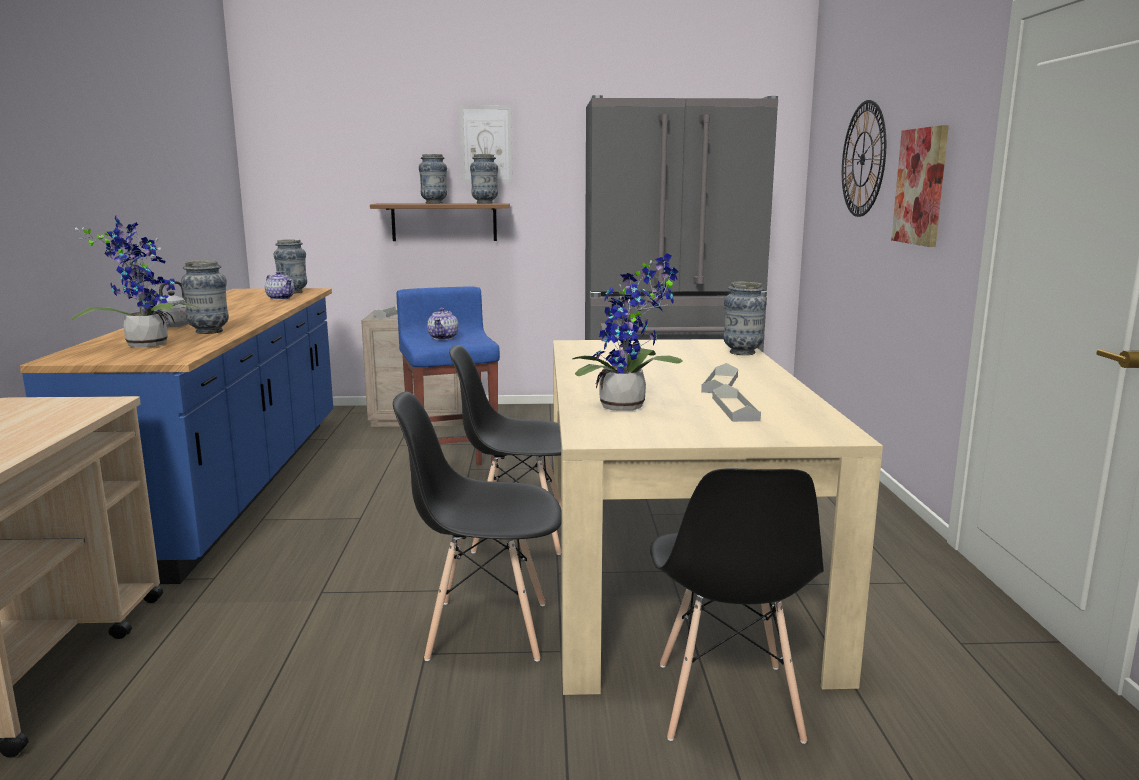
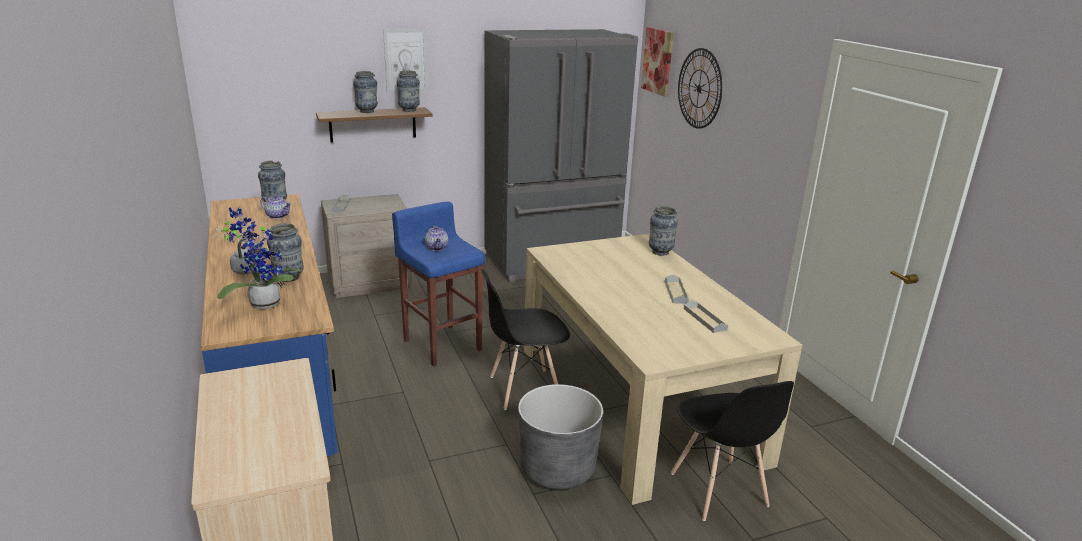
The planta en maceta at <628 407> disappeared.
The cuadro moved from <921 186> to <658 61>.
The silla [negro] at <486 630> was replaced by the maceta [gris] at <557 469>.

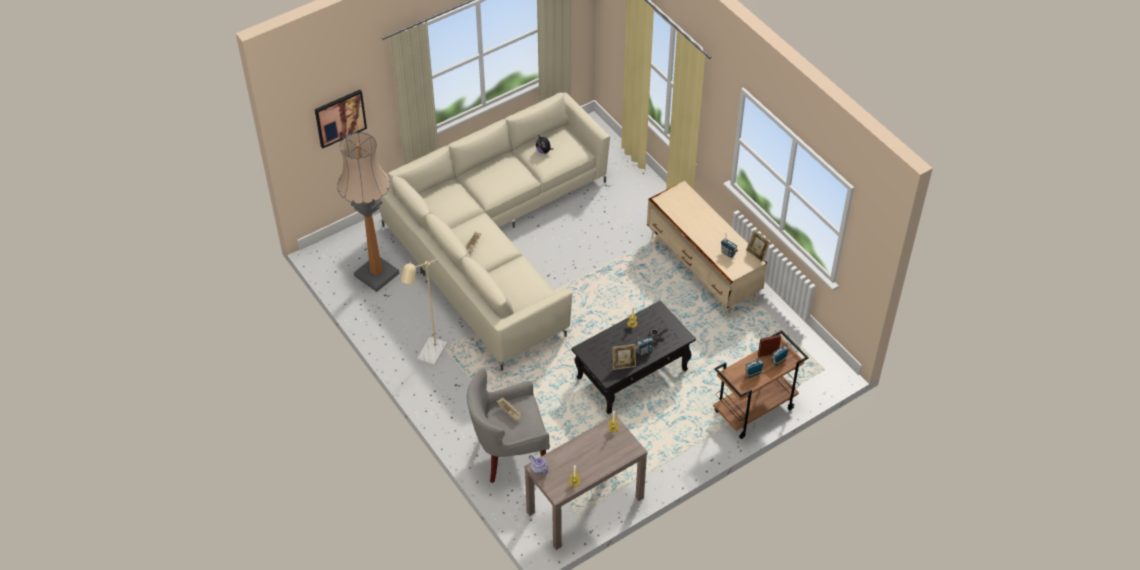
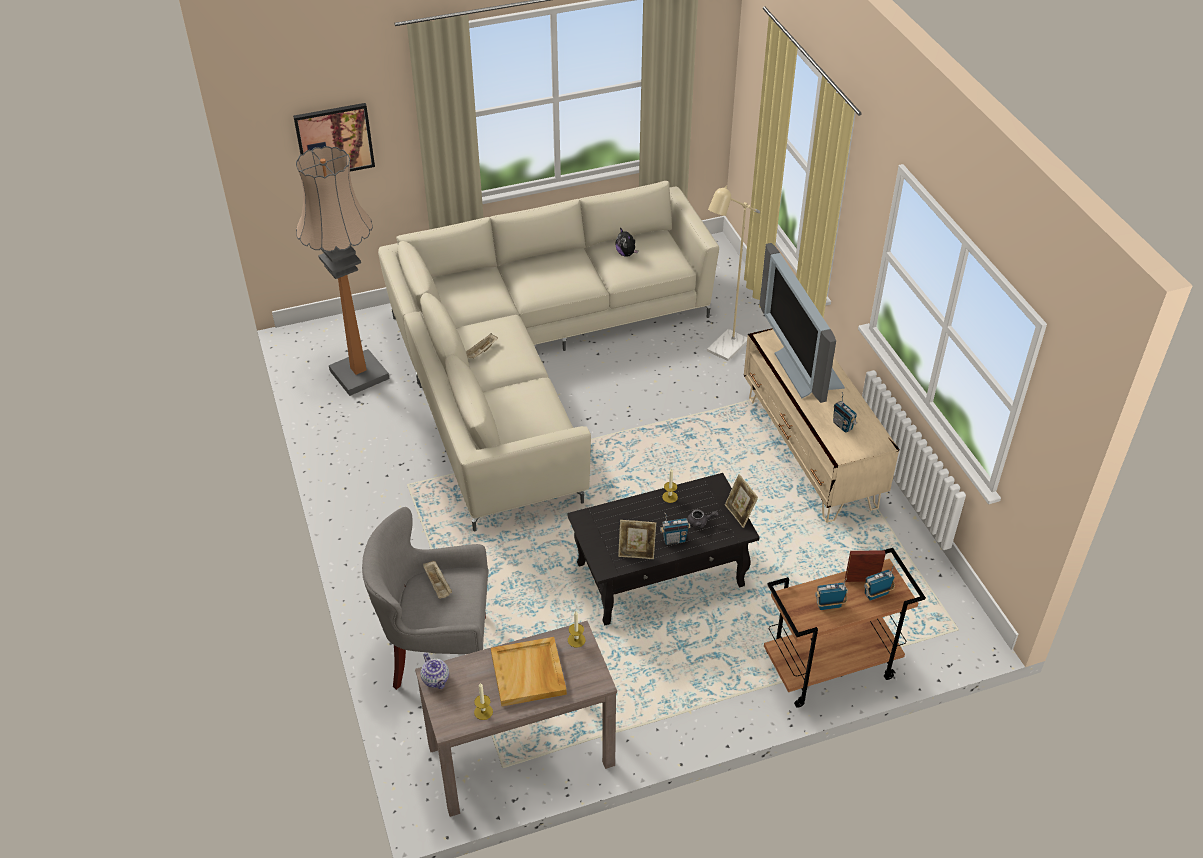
The bandeja [beis] at <529 674> appeared.
The televisor at <804 372> appeared.
The lámpara de pie [beis] moved from <429 356> to <723 350>.
The portarretratos moved from <756 254> to <739 514>.

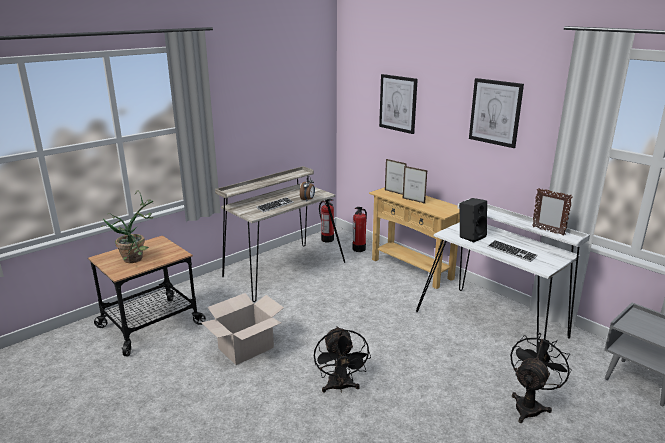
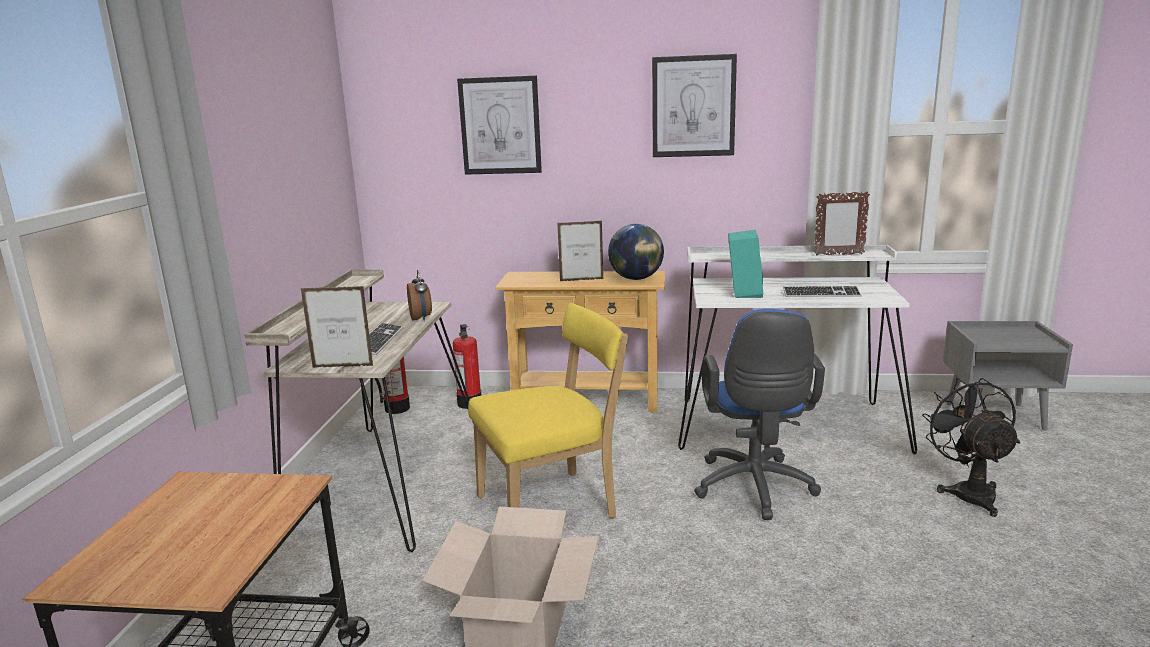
The planta en maceta at <138 259> disappeared.
The ventilador [negro] at <340 387> disappeared.
The silla [amarillo] at <552 506> appeared.
The globo terráqueo at <636 279> appeared.
The silla de oficina [azul] at <754 489> appeared.
The portarretratos moved from <394 192> to <343 366>.
The altavoz [negro] at <471 236> became the altavoz [turquesa] at <743 293>.

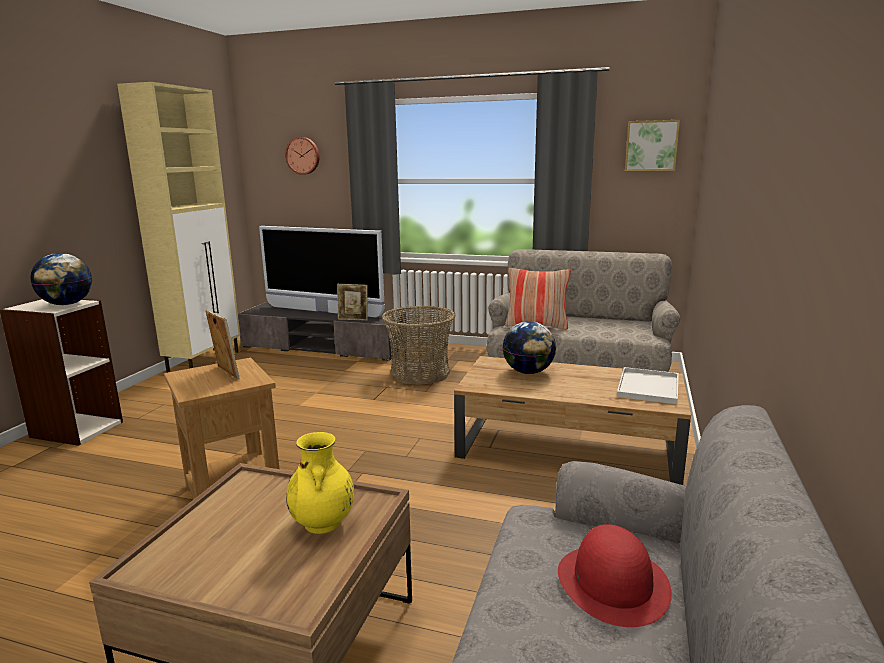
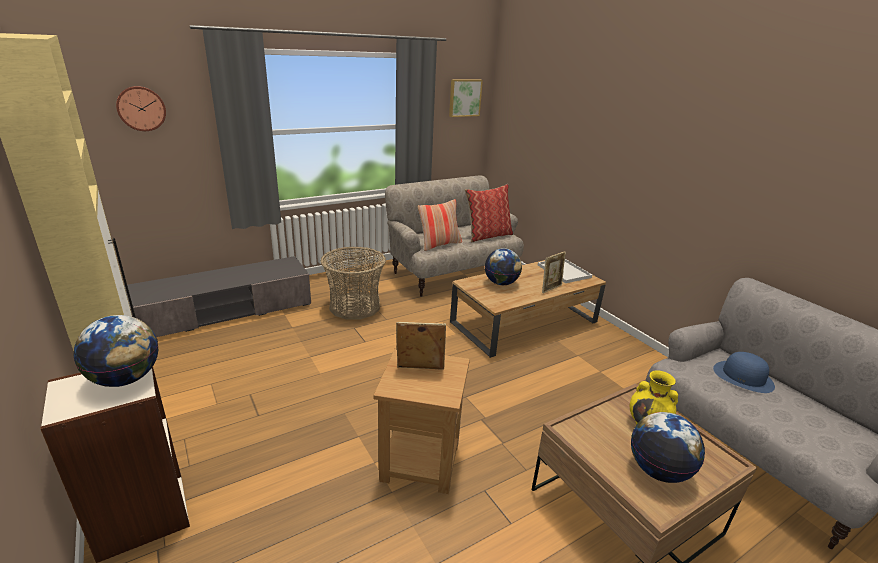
The televisor at <323 311> disappeared.
The cojín at <487 235> appeared.
The globo terráqueo at <658 470> appeared.
The portarretratos moved from <353 319> to <551 288>.
The sombrero [rojo] at <613 583> became the sombrero [azul] at <743 377>.

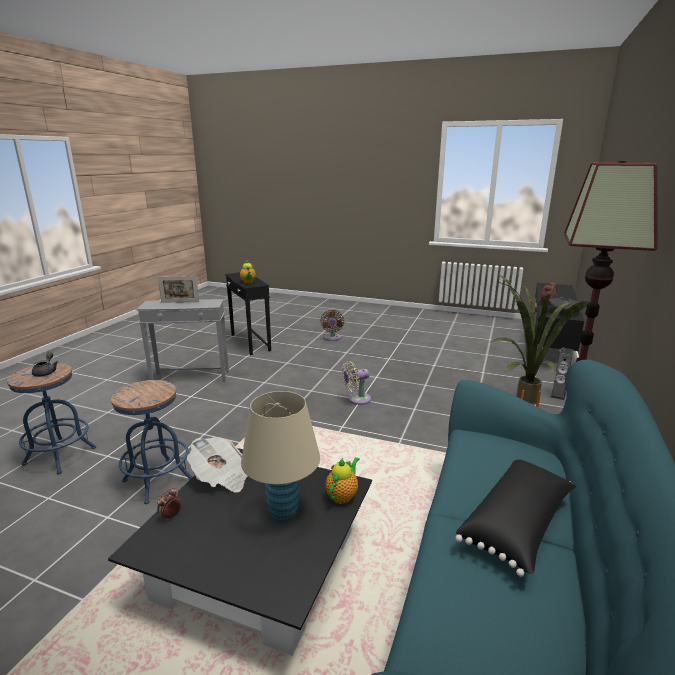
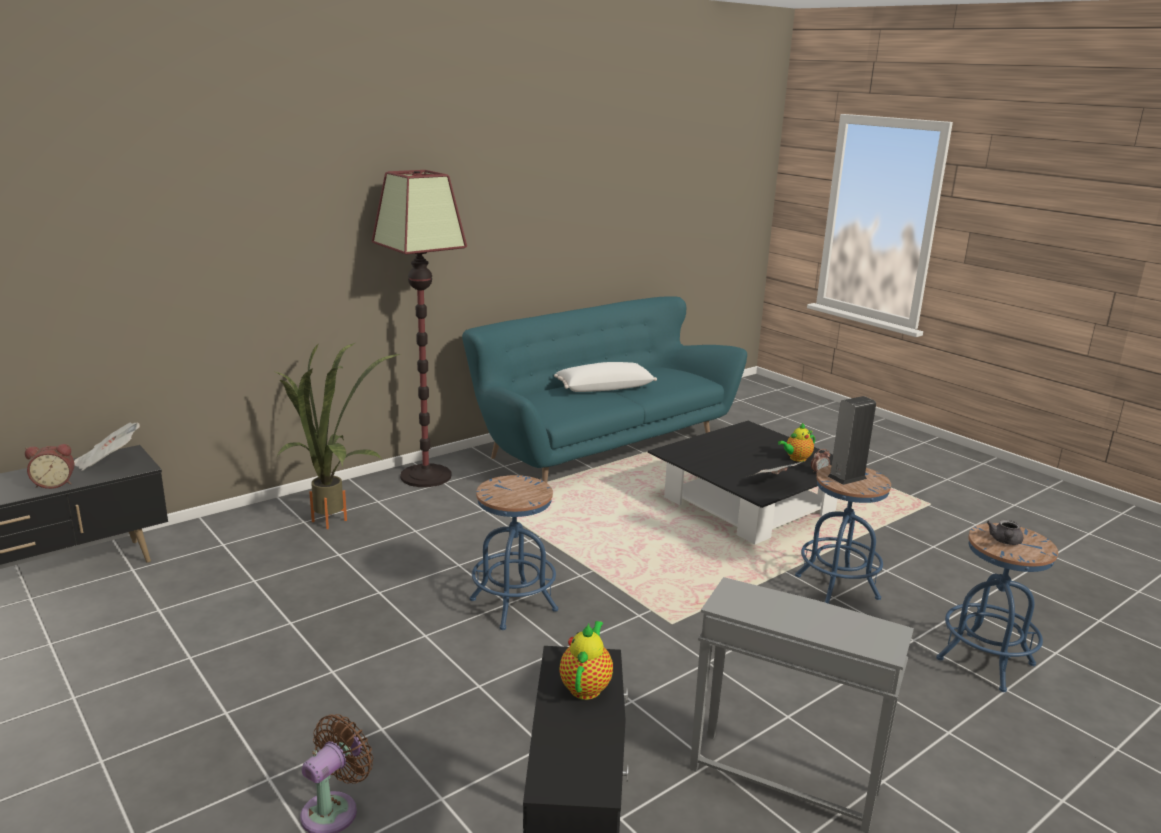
The portarretratos at <180 302> disappeared.
The lámpara de mesa [beis] at <283 512> disappeared.
The tetera moved from <343 495> to <796 458>.
The altavoz moved from <558 394> to <847 477>.
The ventilador [beis] at <357 399> was replaced by the taburete [azul] at <513 605>.
The cojín [negro] at <518 525> became the cojín [blanco] at <604 388>.

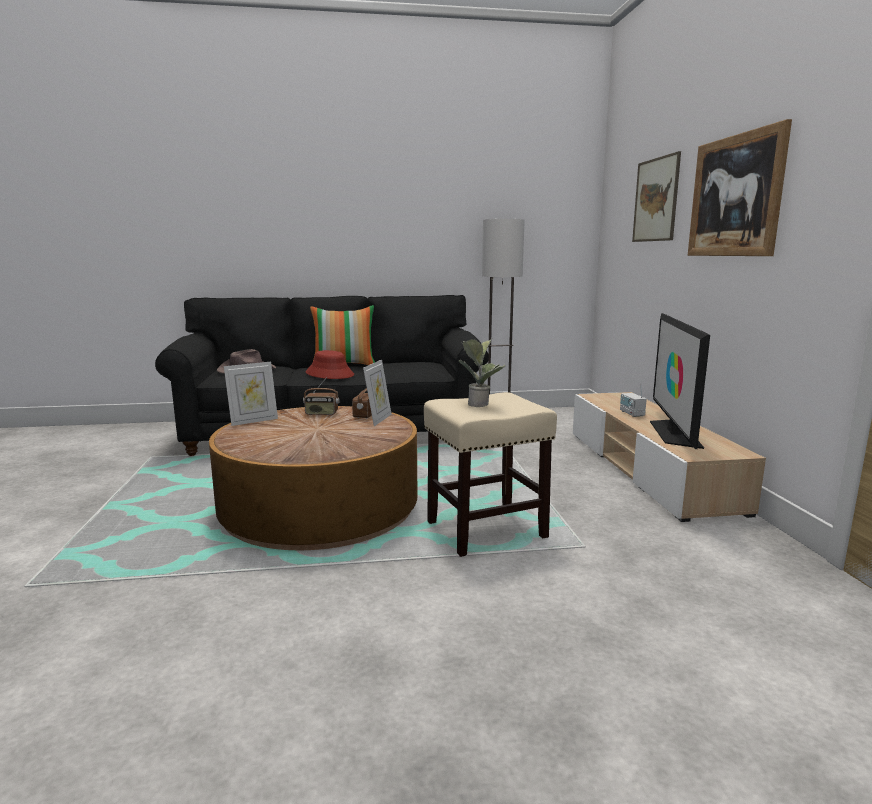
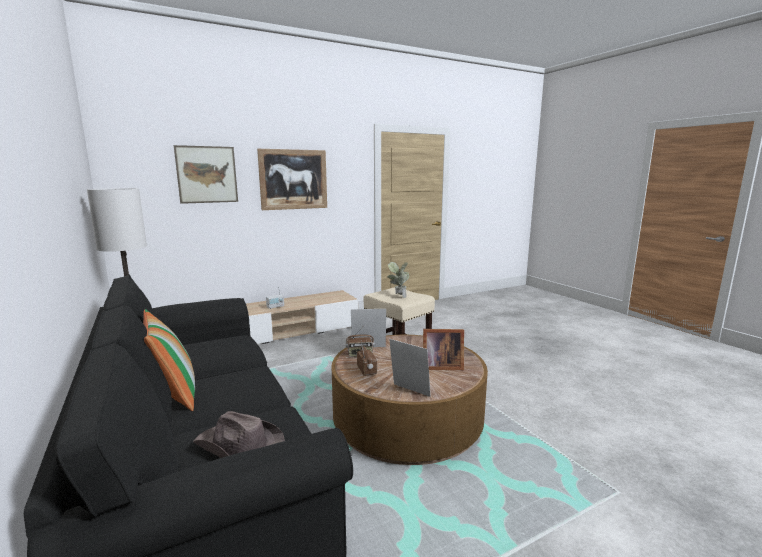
The sombrero [rojo] at <330 374> disappeared.
The televisor at <673 433> disappeared.
The portarretratos at <440 366> appeared.

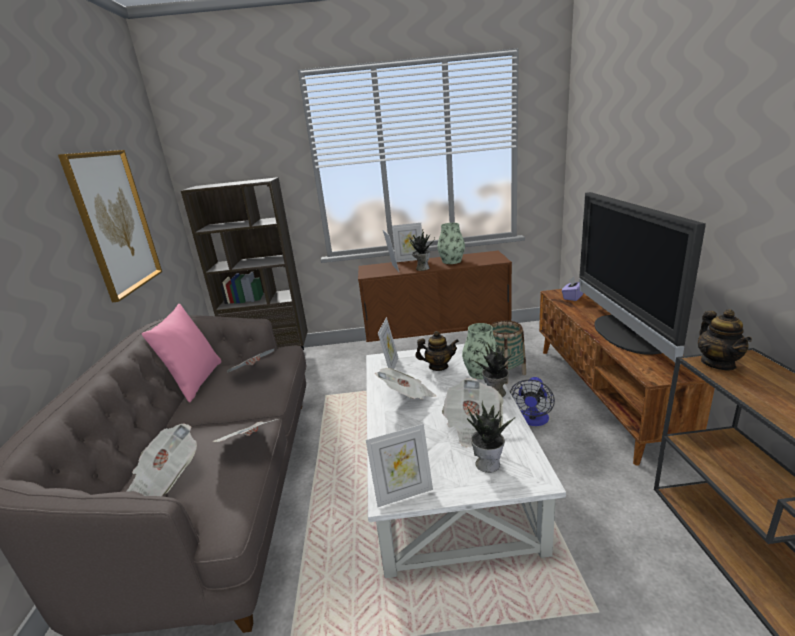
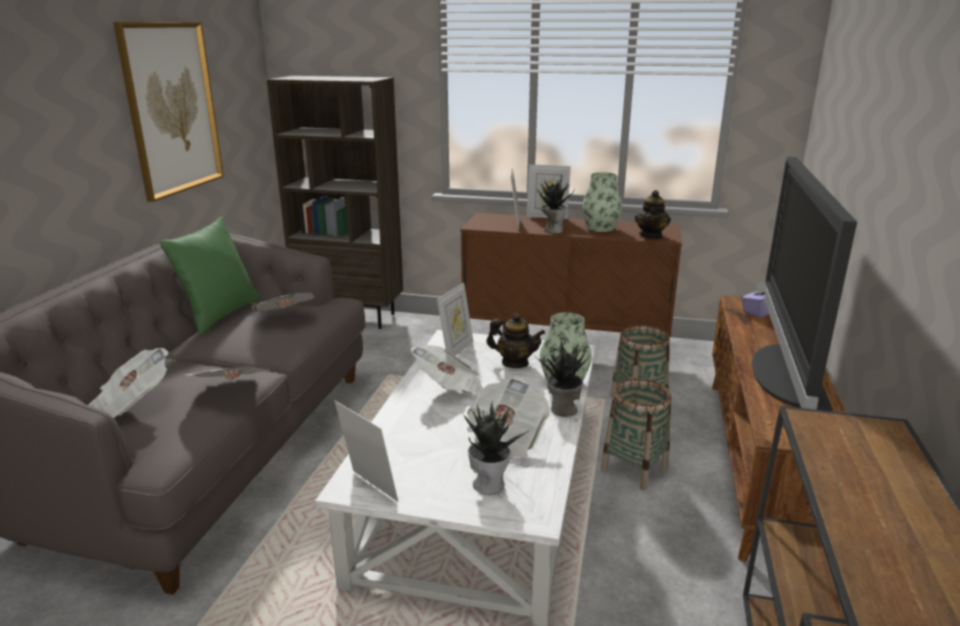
The tetera moved from <718 363> to <651 235>.
The ventilador at <532 420> was replaced by the cesta at <634 469>.
The cojín [rosa] at <195 382> became the cojín [verde] at <220 315>.
The portarretratos at <403 494> turned 135 degrees counterclockwise.

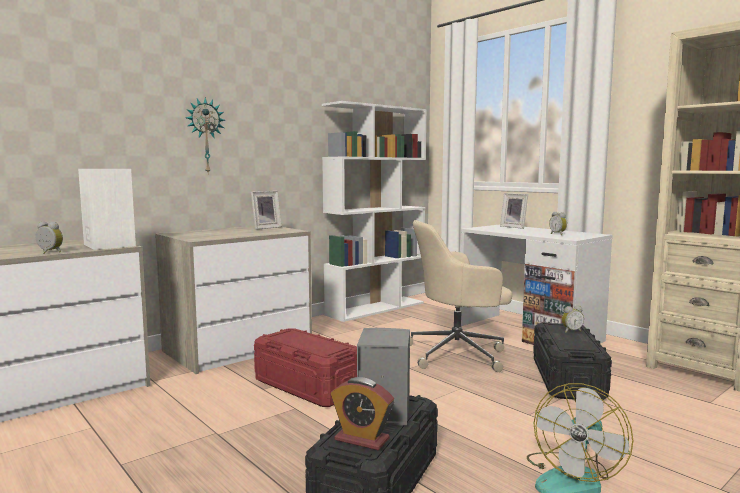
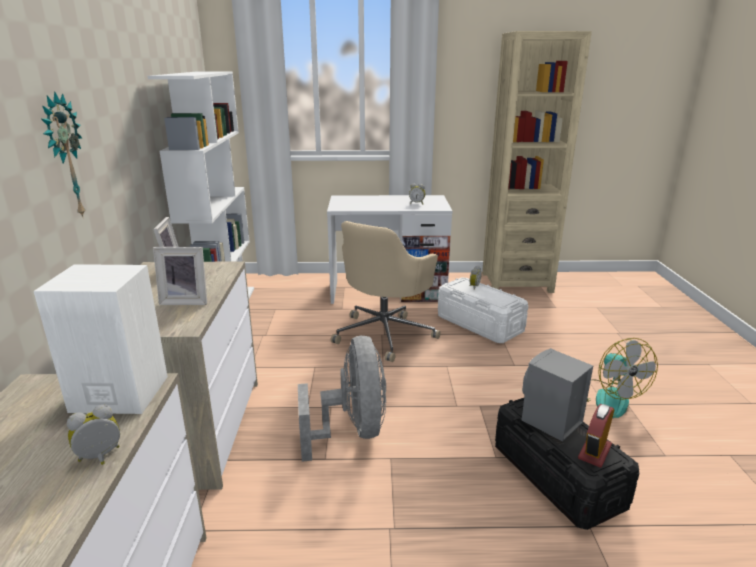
The portarretratos moved from <514 227> to <186 300>.
The caja de almacenaje [rojo] at <307 386> was replaced by the ventilador [gris] at <352 431>.
The caja de almacenaje [negro] at <567 379> became the caja de almacenaje [blanco] at <479 324>.
The despertador at <362 439> turned 150 degrees clockwise.

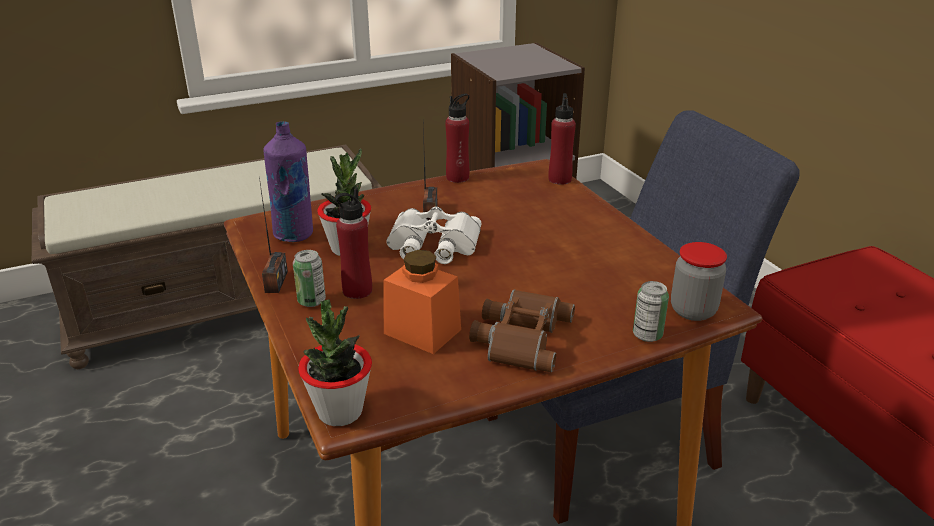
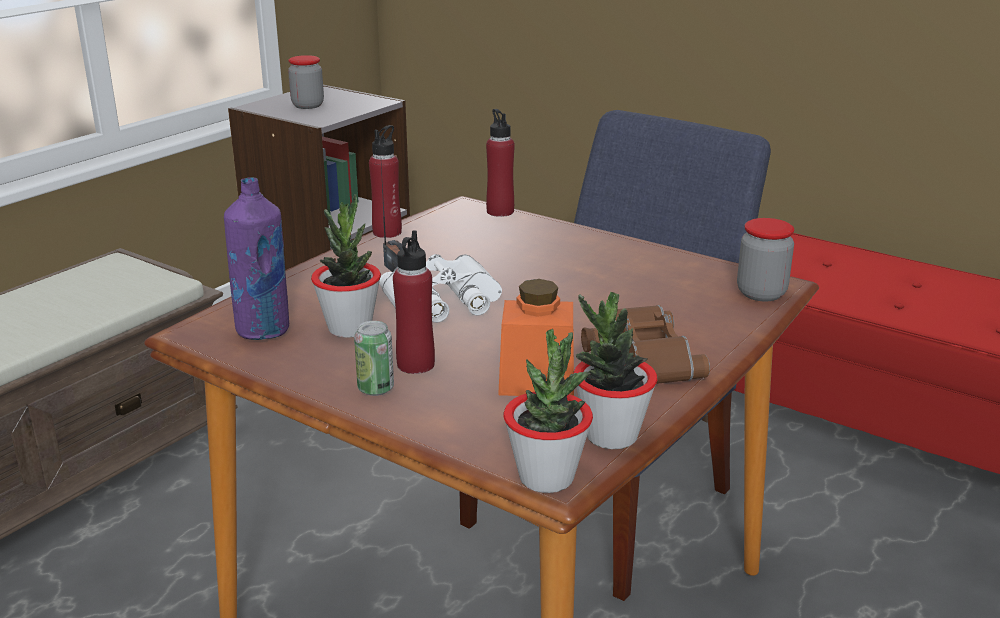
The radio at <276 282> disappeared.
The lata at <647 335> disappeared.
The tarro at <308 105> appeared.
The planta en maceta at <611 436> appeared.

